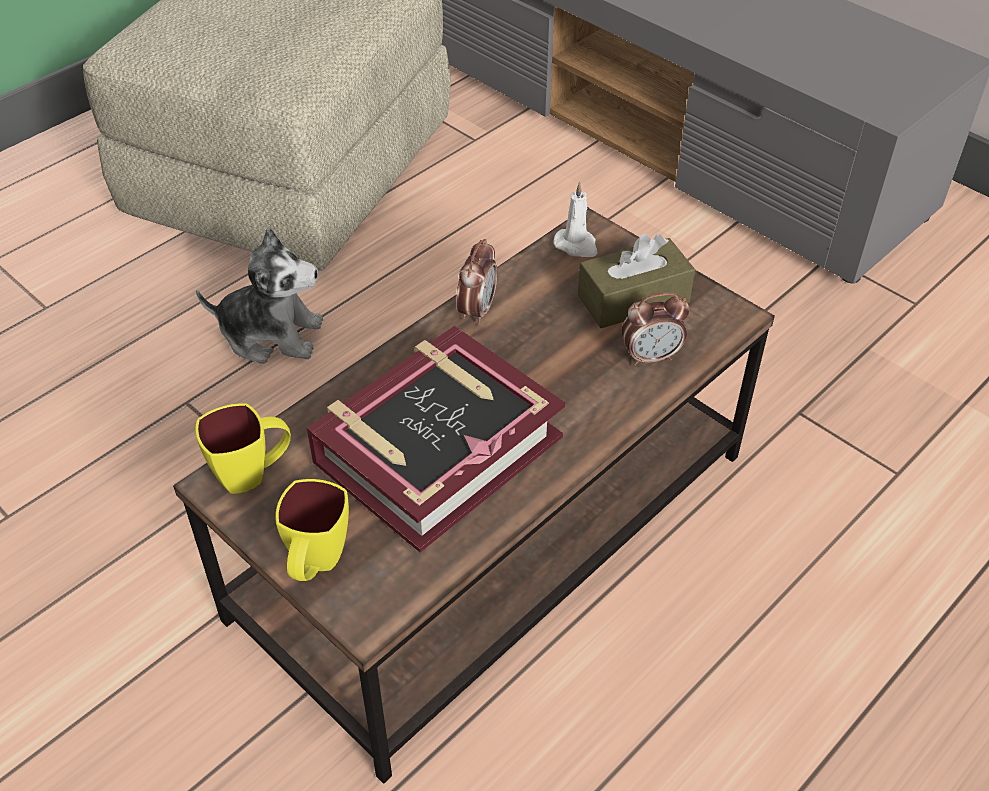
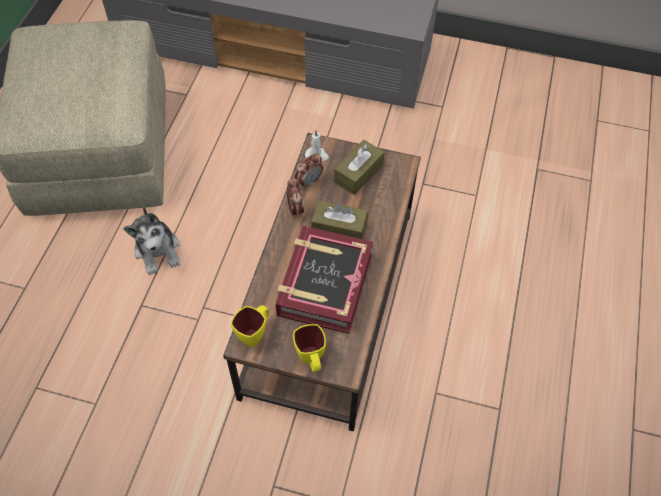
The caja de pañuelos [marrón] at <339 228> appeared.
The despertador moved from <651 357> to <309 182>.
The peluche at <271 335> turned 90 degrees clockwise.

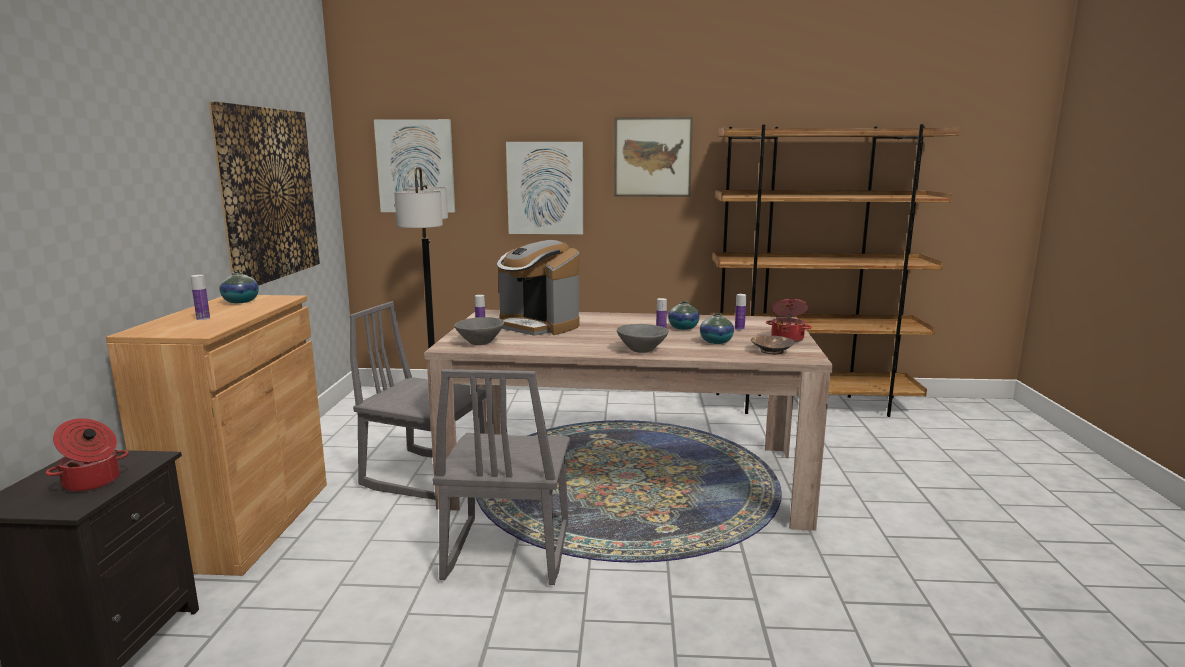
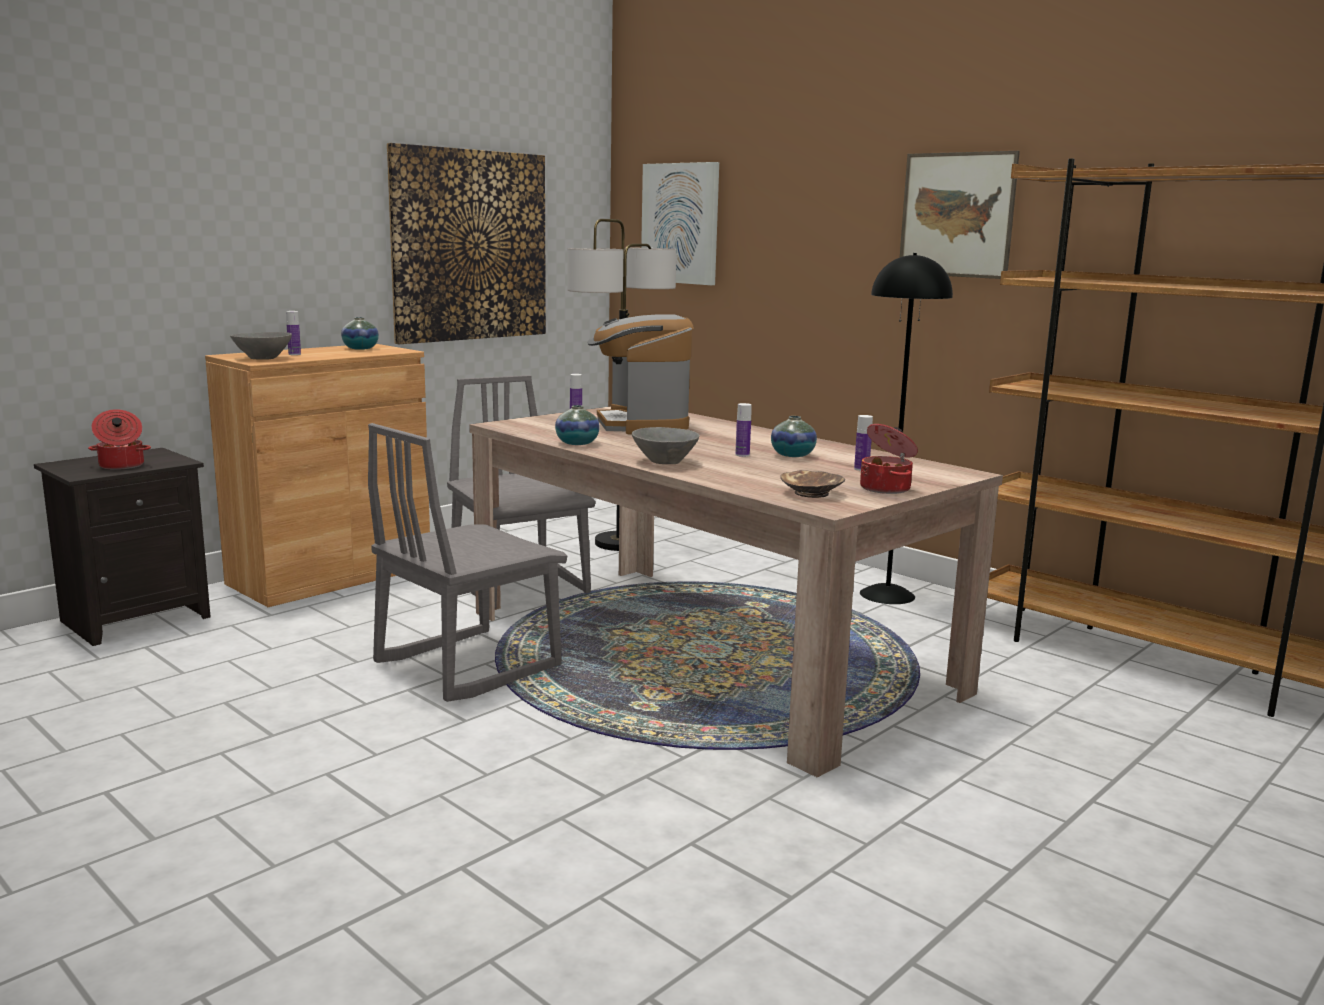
The cuadro at <545 188> disappeared.
The lámpara de pie [negro] at <887 594> appeared.
The cuenco [gris] moved from <479 342> to <262 358>.
The florero moved from <716 342> to <577 443>.

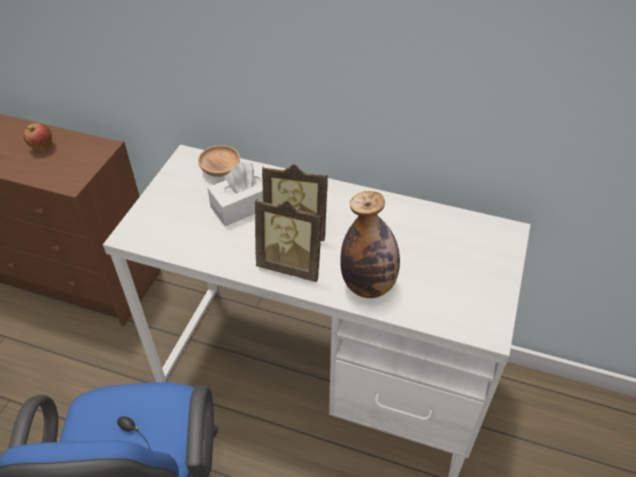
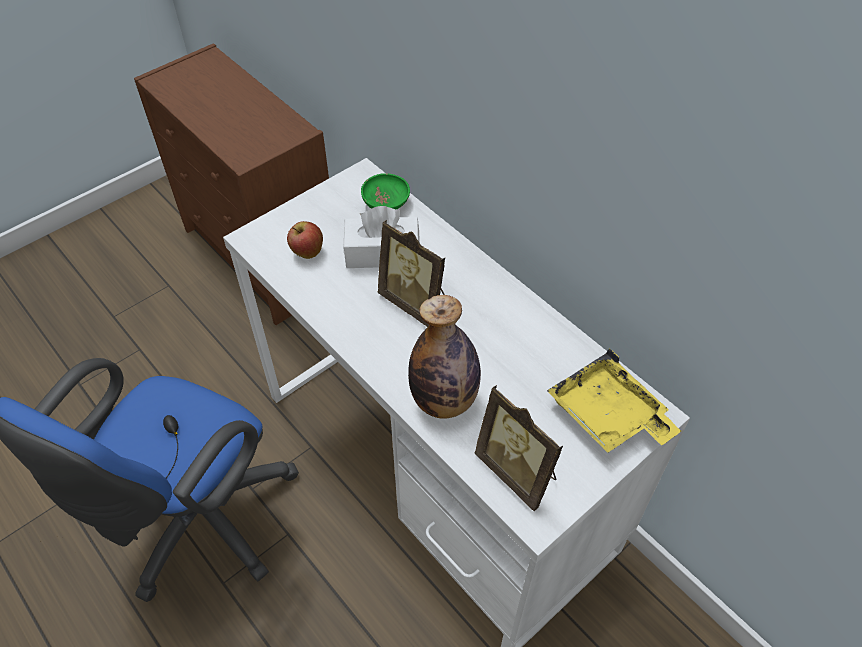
The bandeja [amarillo] at <608 415> appeared.
The manzana moved from <42 147> to <307 252>.
The portarretratos moved from <291 265> to <518 471>.
The cuenco [marrón] at <220 170> became the cuenco [verde] at <386 203>.

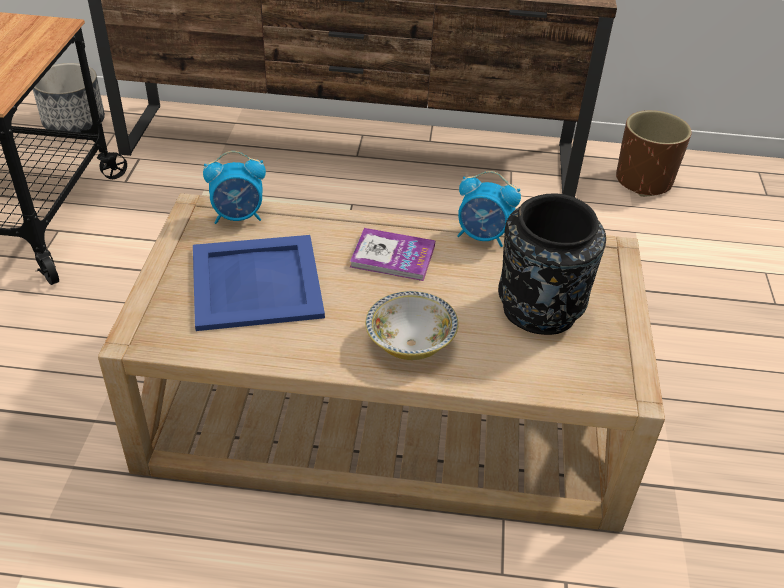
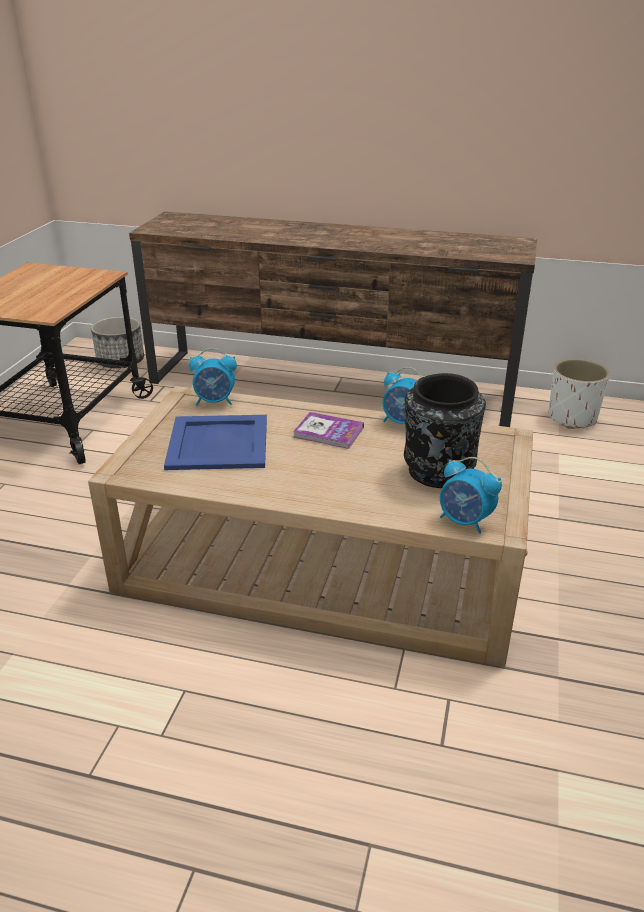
The cuenco at <410 343> disappeared.
The despertador at <465 521> appeared.
The maceta [marrón] at <644 181> became the maceta [blanco] at <572 418>.

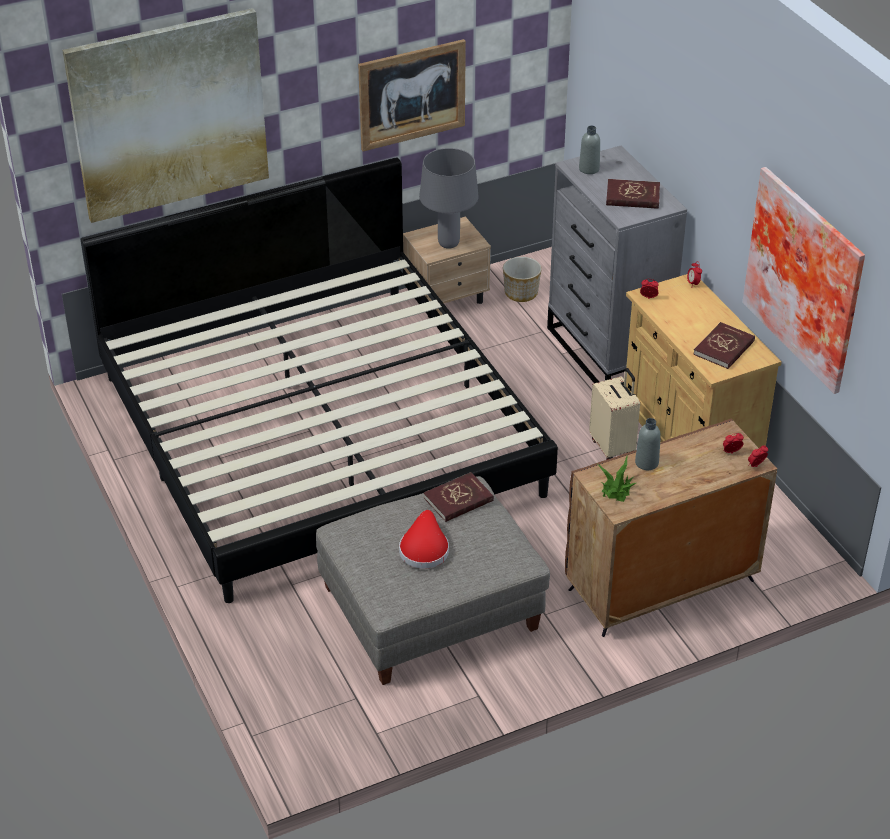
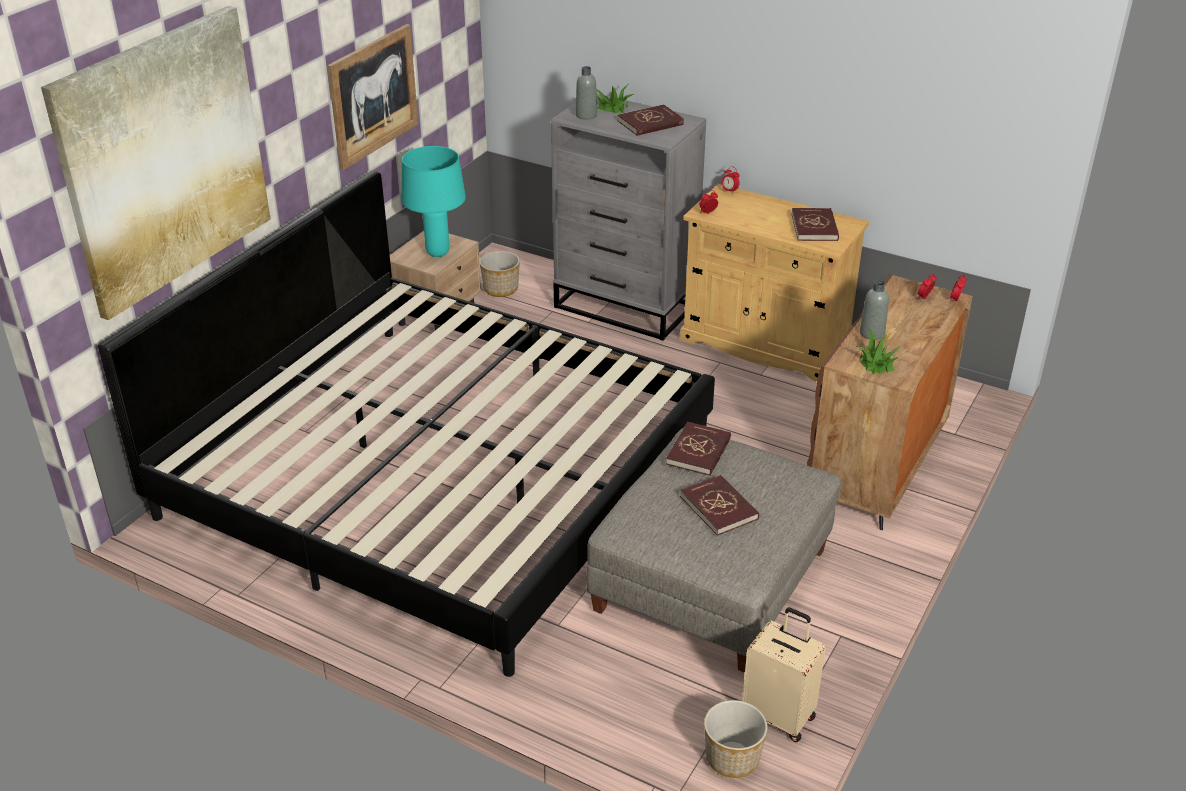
The cuadro at <807 277> disappeared.
The planta en maceta at <613 107> appeared.
The maceta at <732 758> appeared.
The maleta [beis] moved from <613 447> to <779 716>.
The sombrero [rojo] at <424 548> was replaced by the libro [rojo] at <719 507>.
The lámpara de mesa [gris] at <449 244> became the lámpara de mesa [turquesa] at <438 253>.

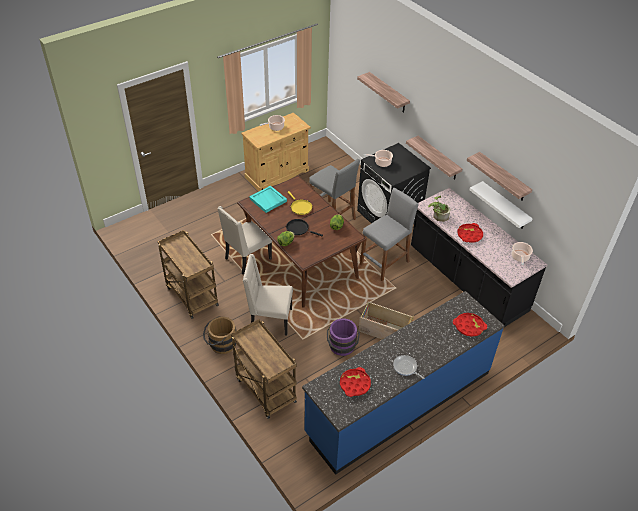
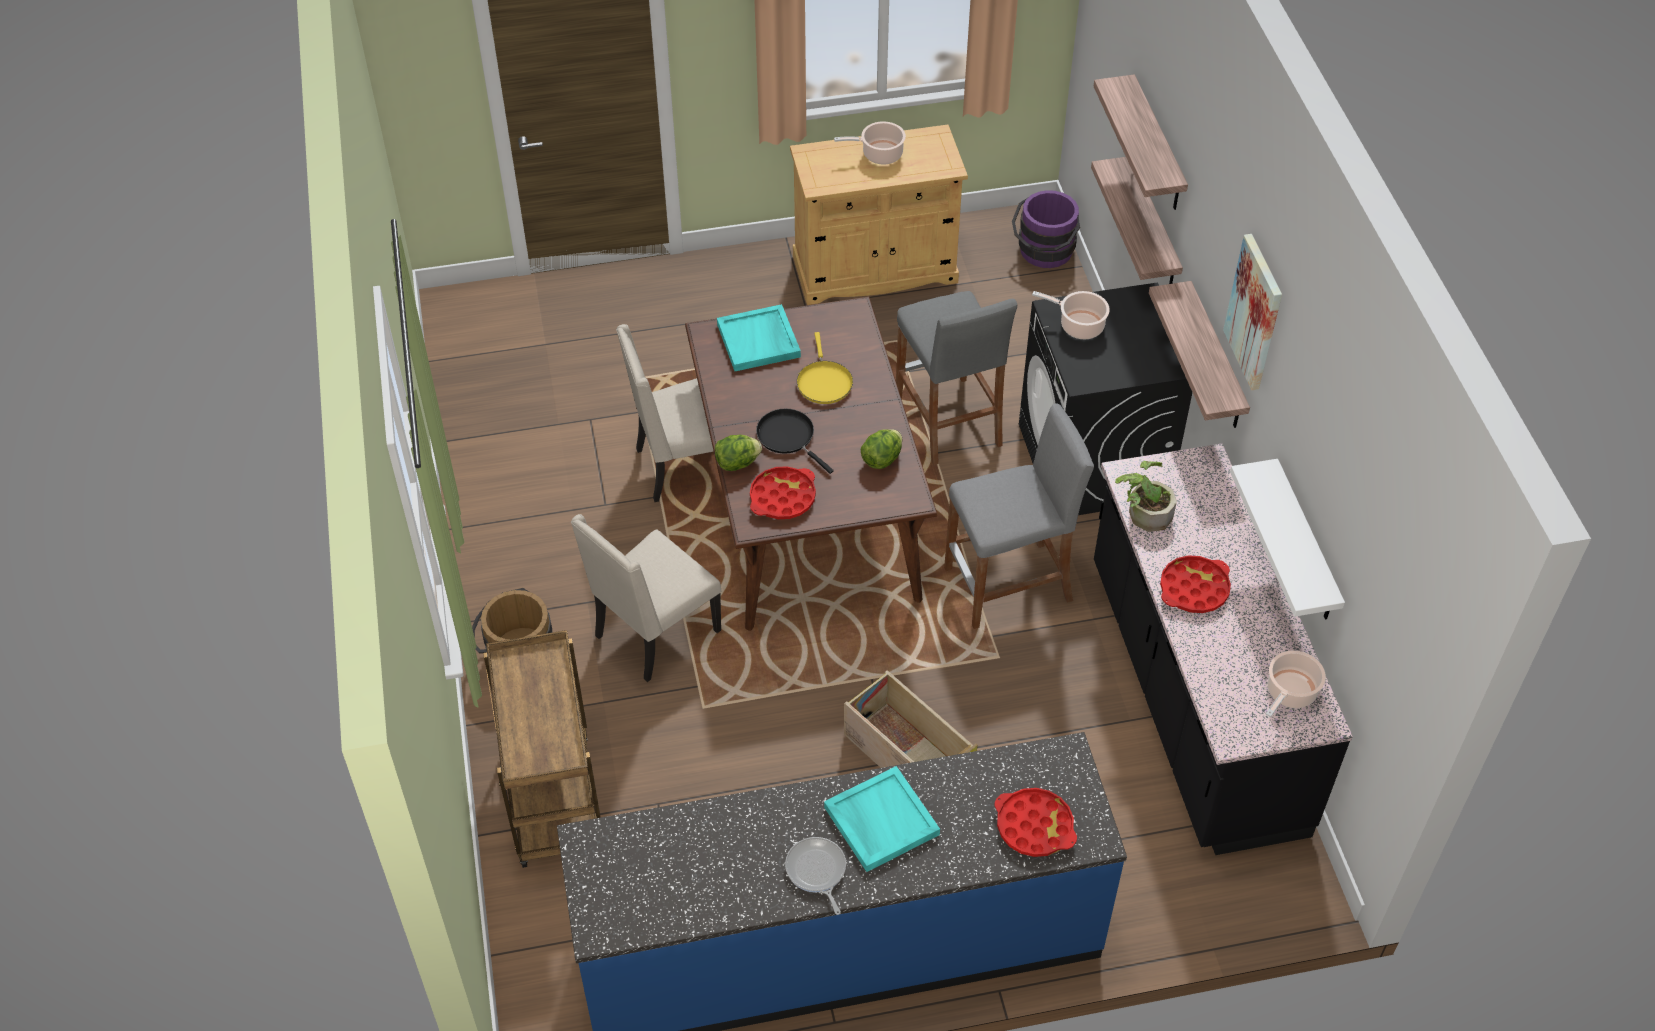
The carrito [marrón] at <191 296> disappeared.
The bandeja [turquesa] at <880 820> appeared.
The cuadro at <1255 312> appeared.
The cubo [morado] moved from <342 347> to <1044 253>.
The bandeja [rojo] moved from <354 384> to <782 497>.
The estante moved from <503 177> to <1153 227>.
The silla [beis] at <269 320> turned 75 degrees counterclockwise.

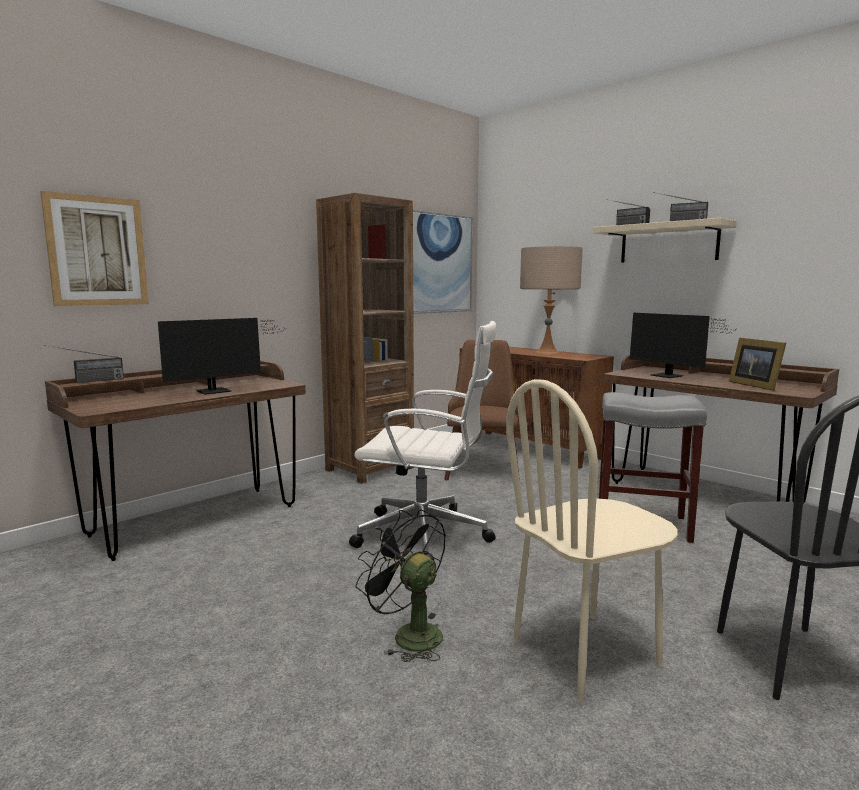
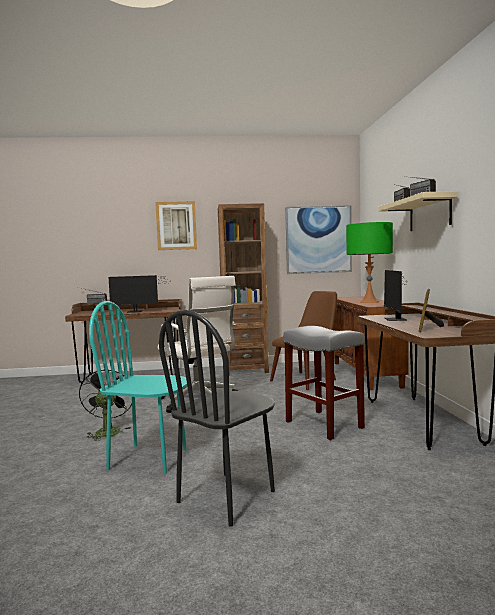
The cuadro moved from <97 251> to <176 225>.
The silla [beis] at <585 653> became the silla [turquesa] at <148 458>.
The lámpara de mesa [beis] at <547 353> became the lámpara de mesa [verde] at <369 302>.

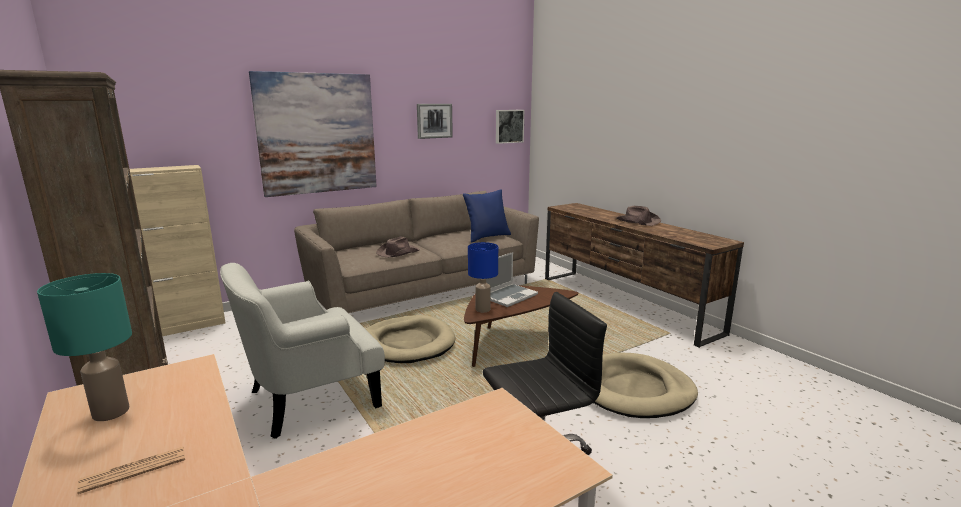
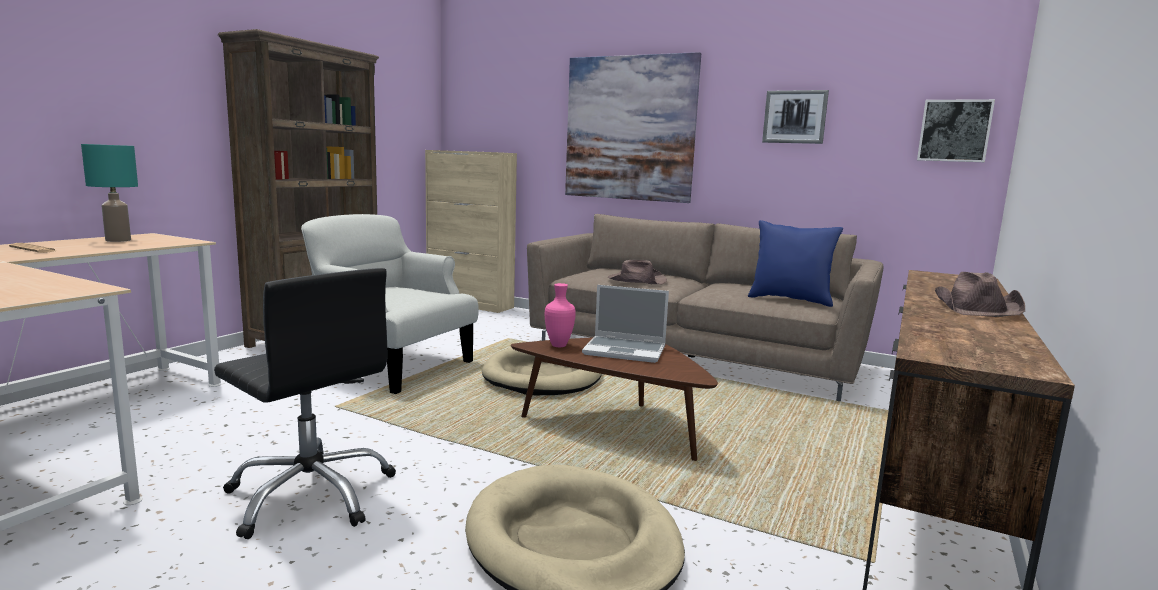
The lámpara de mesa [azul] at <483 309> was replaced by the florero [rosa] at <559 346>.

